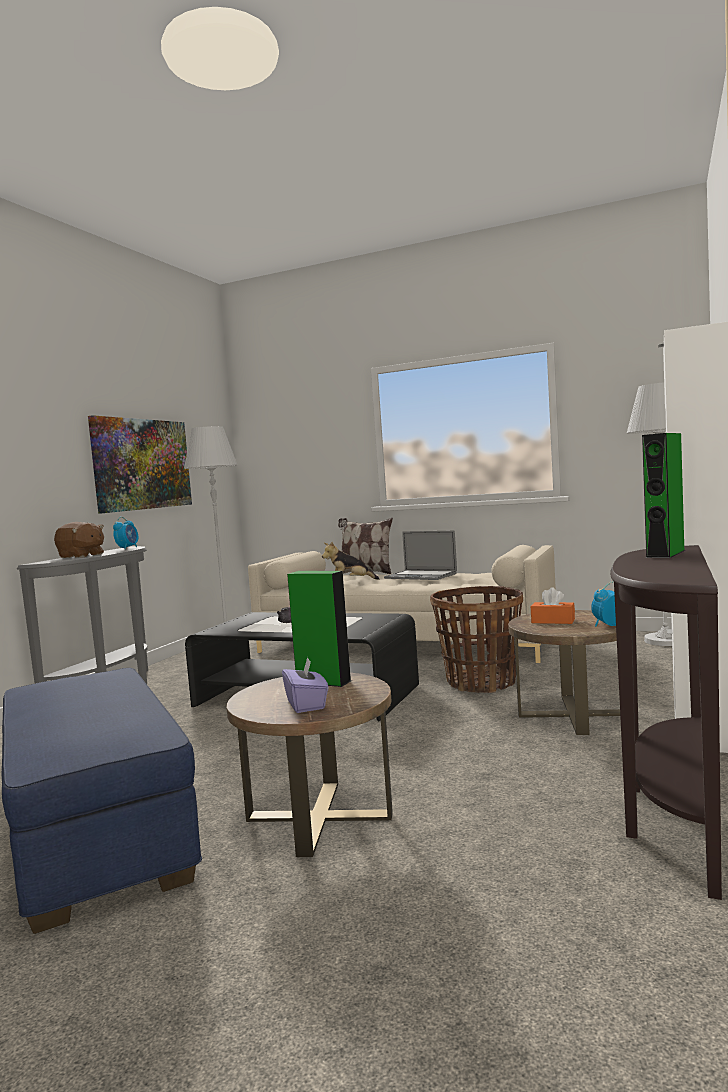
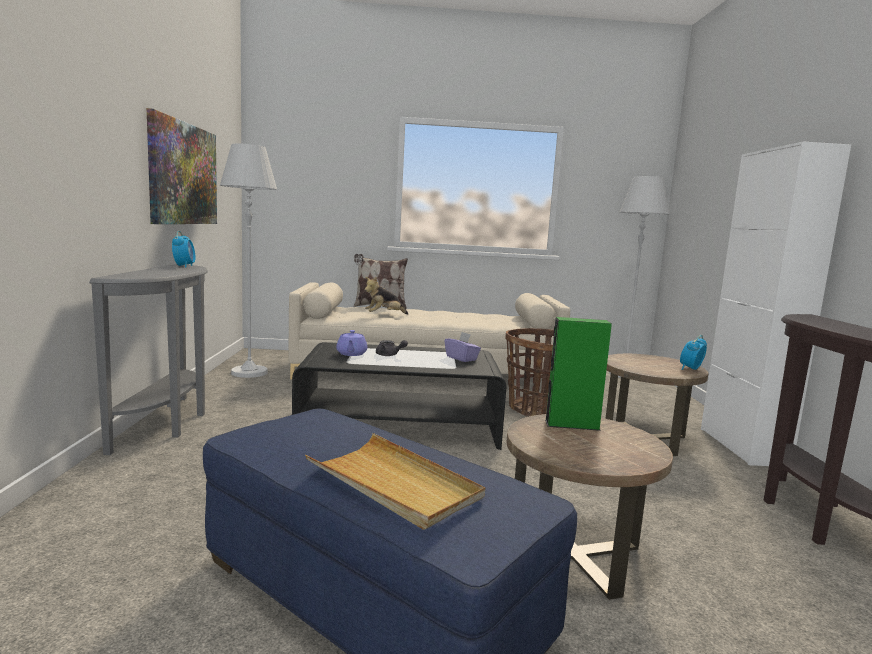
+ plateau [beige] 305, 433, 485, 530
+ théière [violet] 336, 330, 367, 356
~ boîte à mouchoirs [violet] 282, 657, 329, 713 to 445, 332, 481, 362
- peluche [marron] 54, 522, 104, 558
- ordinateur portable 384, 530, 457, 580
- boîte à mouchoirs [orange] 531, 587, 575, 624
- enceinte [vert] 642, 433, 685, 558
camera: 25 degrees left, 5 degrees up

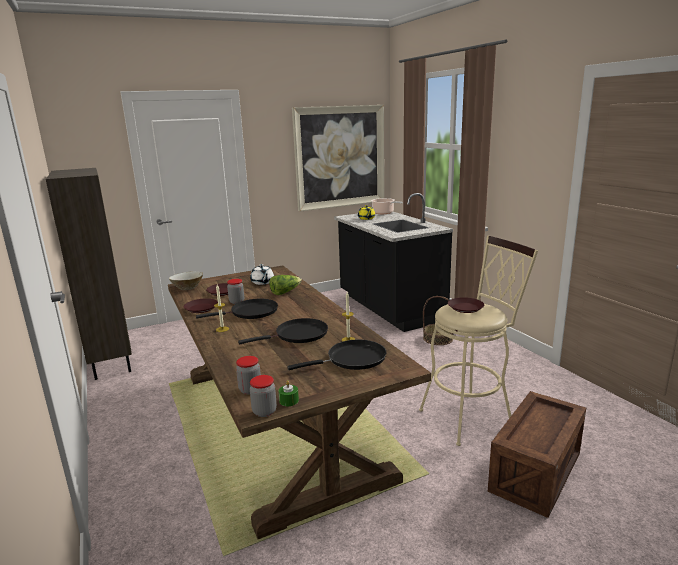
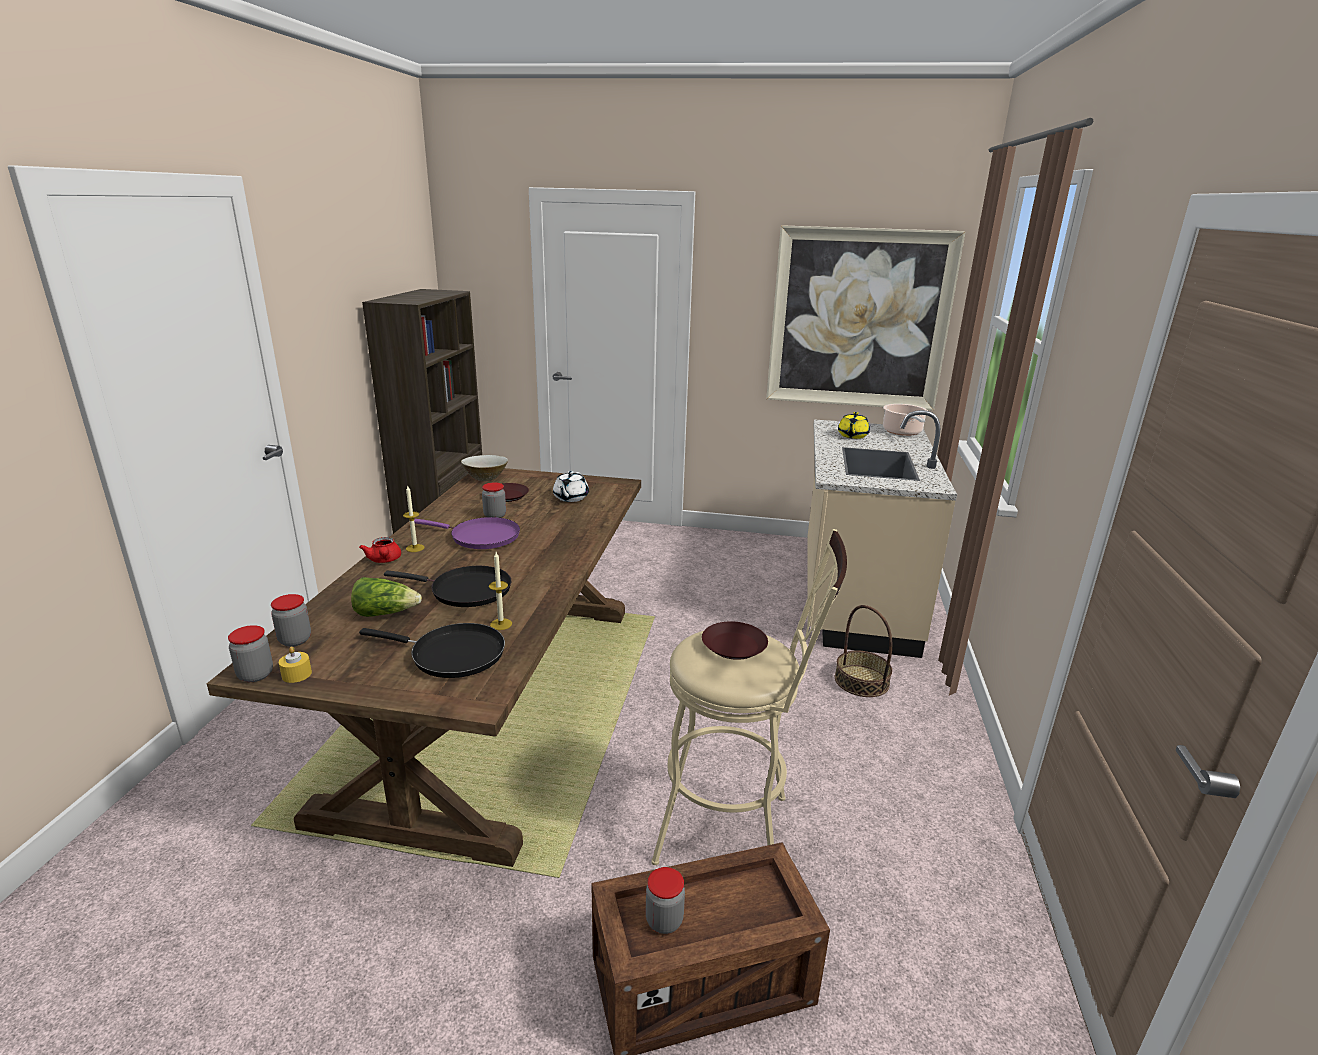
~ bougie [vert] 279, 380, 299, 406 to bougie [jaune] 279, 647, 312, 683
~ laitue 269, 275, 302, 295 to 351, 577, 422, 617
+ théière [rouge] 359, 537, 401, 563
~ poêle [noir] 196, 299, 278, 319 to poêle [violet] 414, 517, 520, 549
+ bocal 646, 867, 685, 934
~ comptoir de cuisine [noir] 334, 193, 453, 332 to comptoir de cuisine [beige] 807, 410, 957, 658
- assiette [marron] 184, 298, 218, 313
camera: 35 degrees right, 5 degrees up

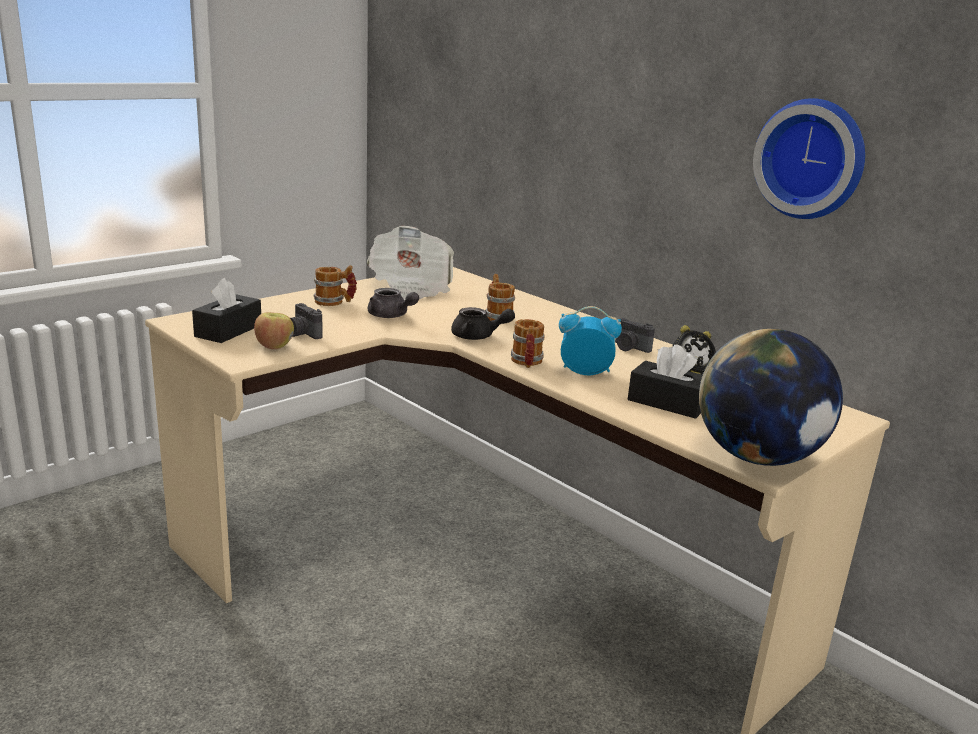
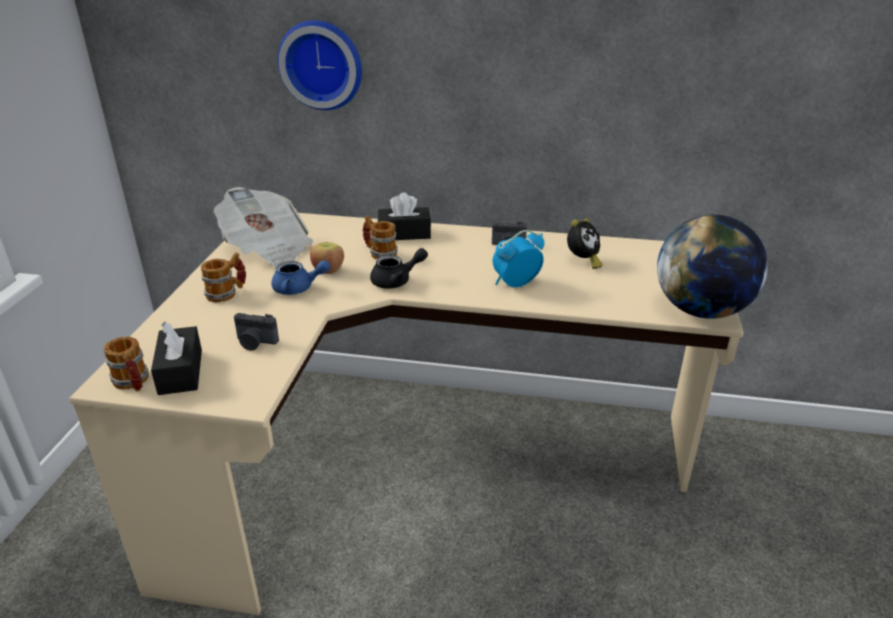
~ mug 511, 319, 544, 368 to 104, 336, 149, 391
~ théière [gris] 368, 288, 419, 318 to théière [bleu] 271, 260, 331, 295
~ horloge murale 753, 98, 865, 219 to 278, 20, 362, 110
~ pomme 254, 312, 294, 349 to 310, 242, 344, 274
~ boîte à mouchoirs [noir] 628, 345, 702, 419 to 378, 193, 431, 240
camera: 35 degrees left, 10 degrees up

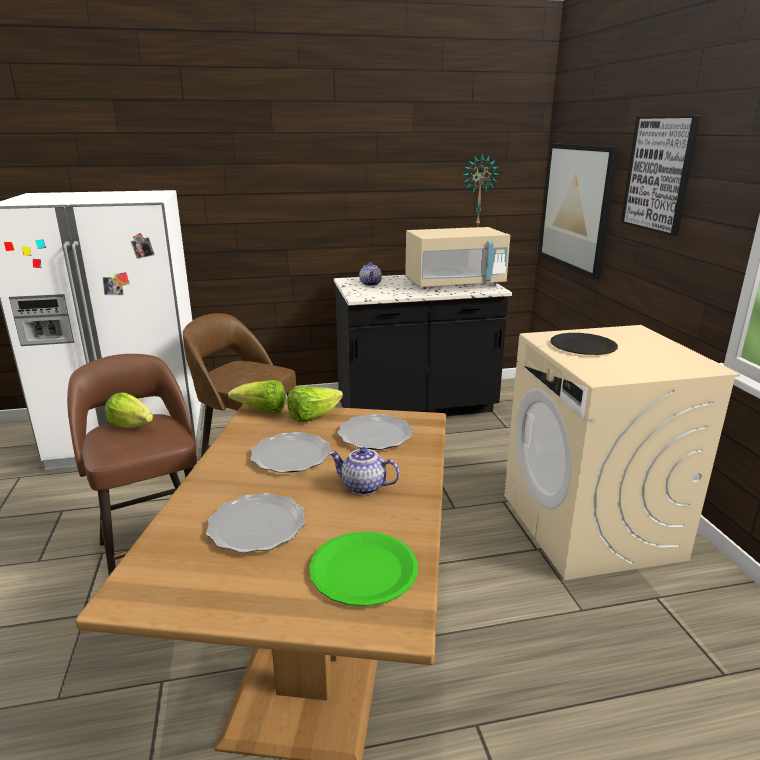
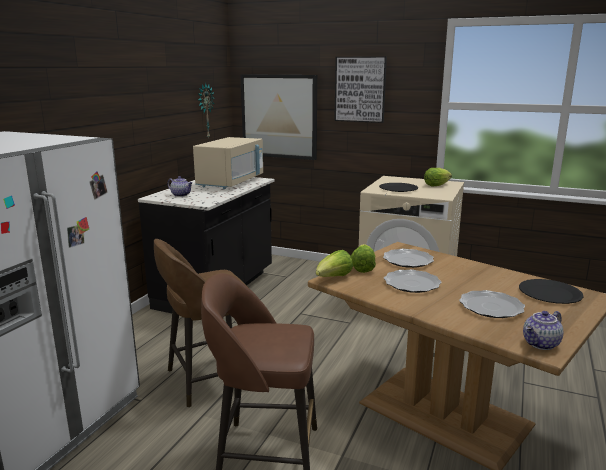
~ laitue 105, 392, 153, 428 to 424, 168, 452, 186
~ assiette [vert] 309, 532, 418, 606 to assiette [noir] 519, 279, 584, 304
~ théière 329, 447, 400, 495 to 523, 311, 563, 350
camera: 55 degrees left, 5 degrees down

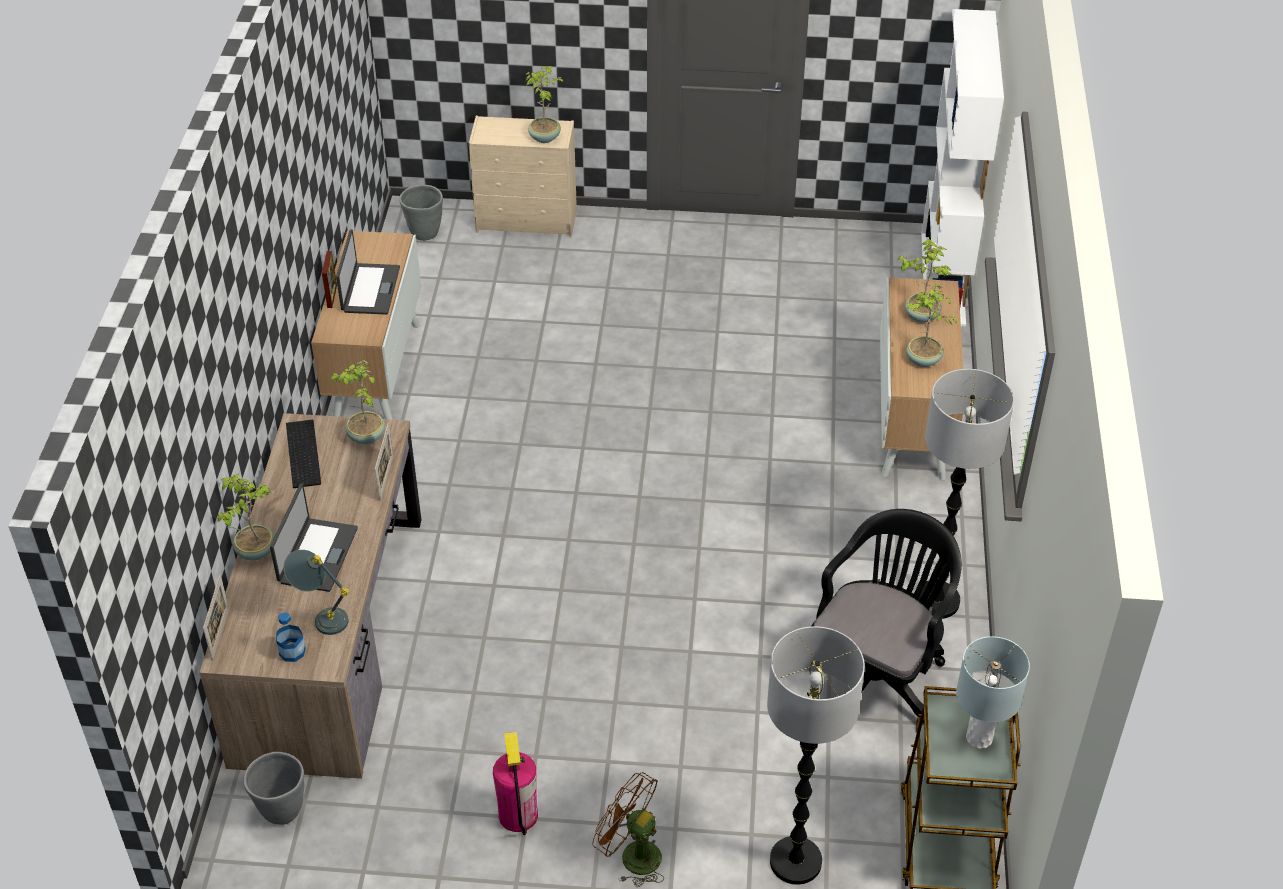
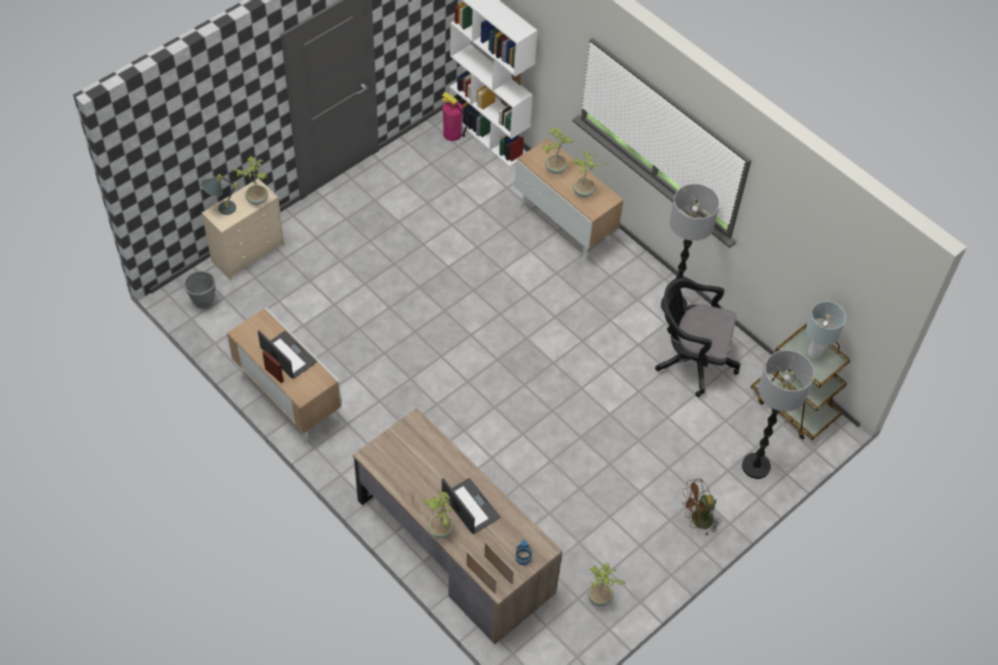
~ lampe de table [gris] 283, 550, 349, 635 to 201, 174, 238, 215
~ extincteur 493, 732, 538, 835 to 441, 92, 468, 141
~ cadre photo 375, 424, 393, 501 to 484, 542, 514, 585
~ plante en pot 331, 360, 385, 444 to 588, 564, 626, 606
~ chaise de bureau [noir] 811, 509, 962, 723 = 655, 277, 740, 397 60 degrees counterclockwise
- cache-pot [gris] 244, 752, 304, 825
- clavier 286, 420, 321, 488
camera: 50 degrees left, 10 degrees up

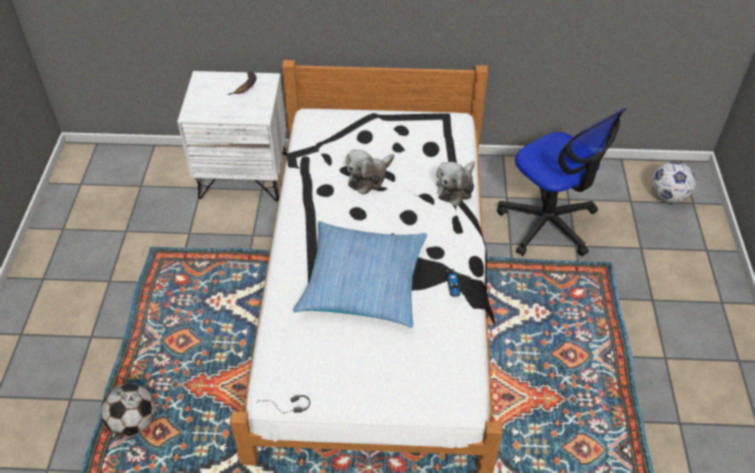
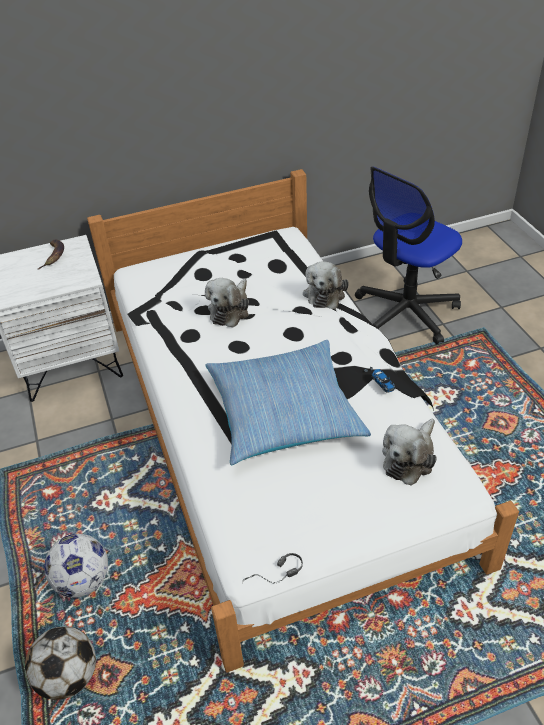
~ ballon de foot 652, 162, 696, 203 to 44, 534, 108, 598
~ chaise de bureau 497, 108, 627, 256 = 355, 166, 462, 344 105 degrees clockwise
+ peluche 382, 419, 437, 486
camera: 20 degrees left, 5 degrees down

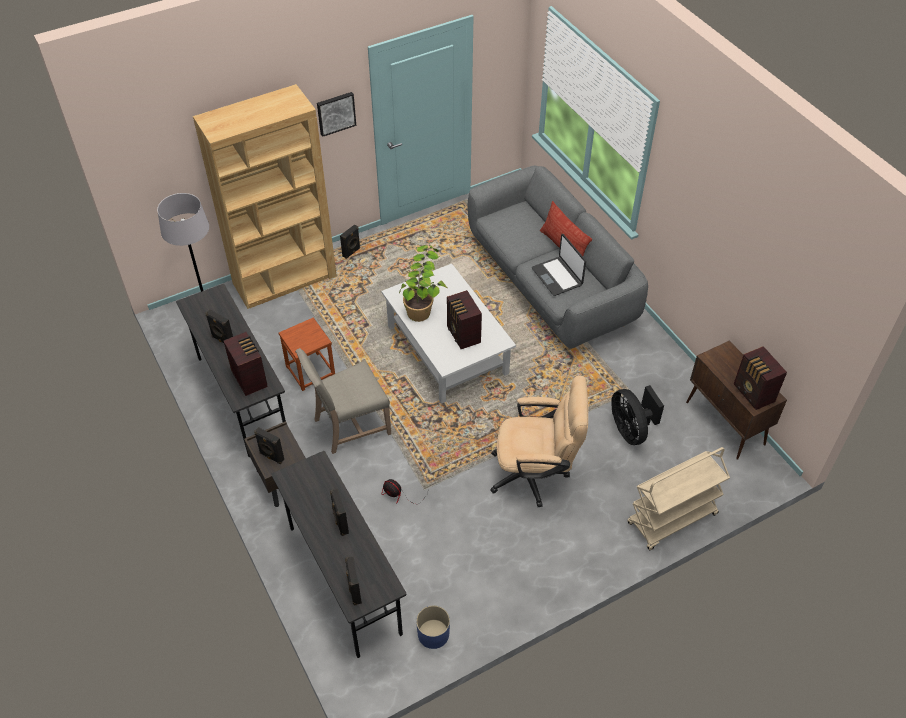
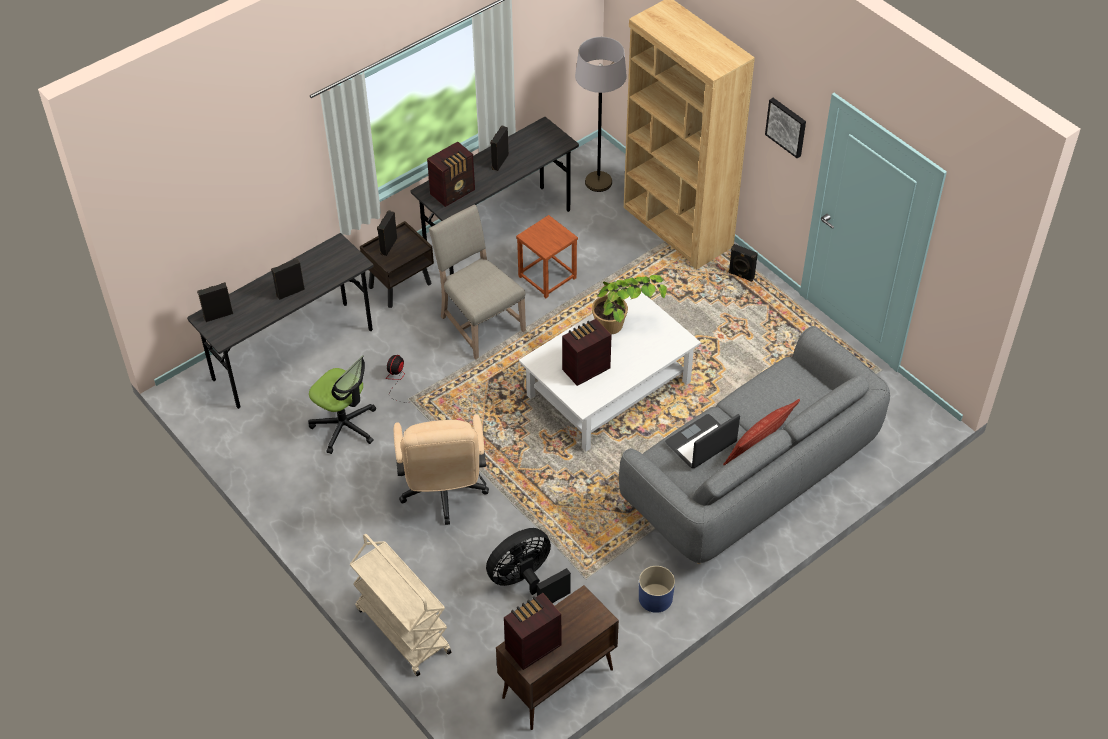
+ chaise de bureau 308, 355, 376, 454
~ cache-pot [bleu] 416, 605, 450, 649 to 639, 566, 675, 613
camera: 80 degrees right, 0 degrees up

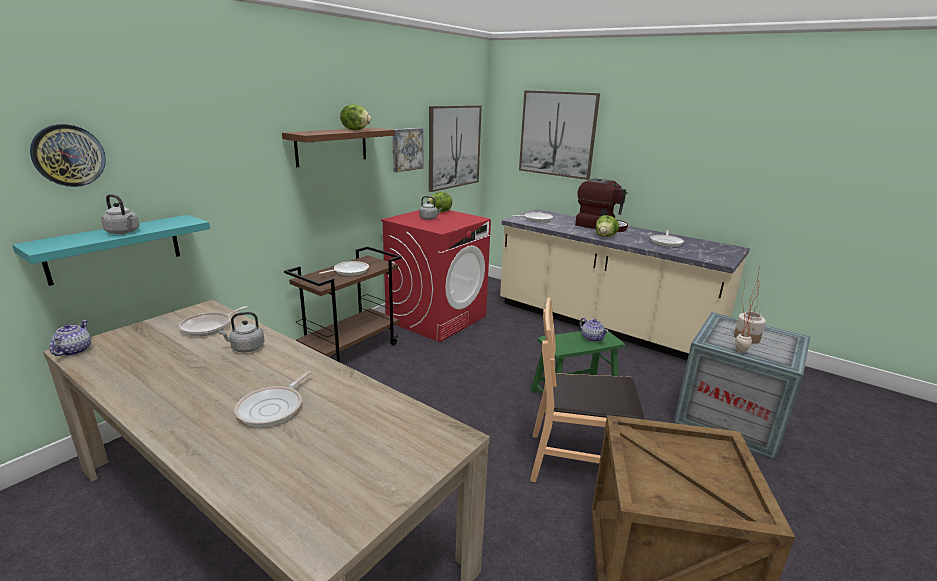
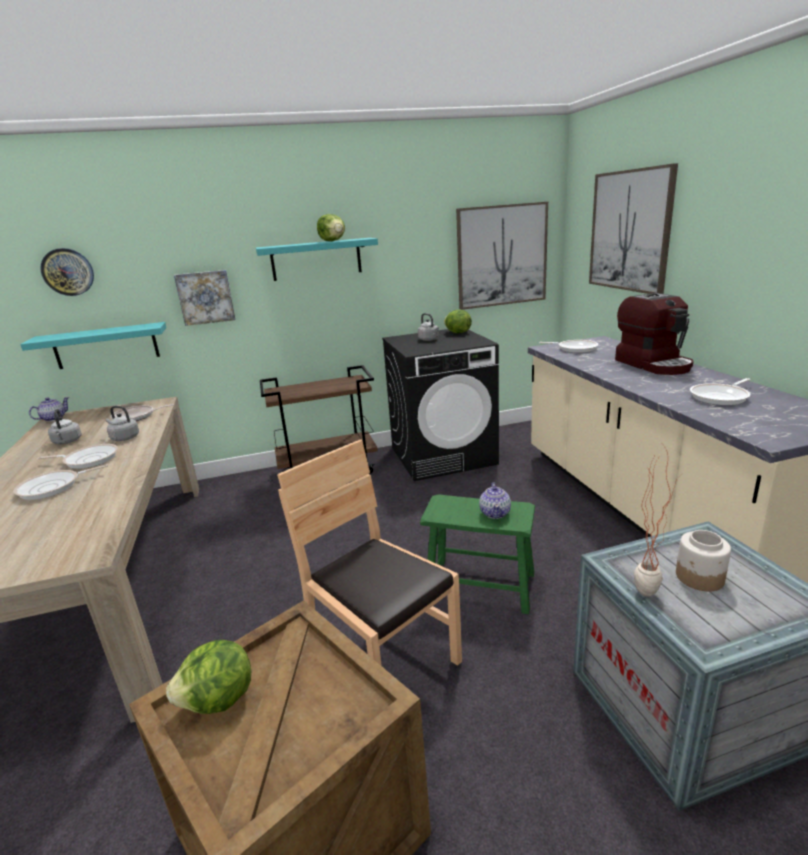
~ poêle 319, 261, 369, 276 to 37, 444, 118, 469
~ bouilloire [gris] 101, 194, 140, 234 to 48, 409, 82, 444
~ laitue 595, 215, 619, 237 to 166, 640, 251, 714
~ tableau 392, 128, 424, 172 to 174, 270, 235, 326
~ étagère [marron] 282, 127, 395, 167 to étagère [turquoise] 256, 238, 378, 281
~ lave-linge [rouge] 381, 210, 491, 342 to lave-linge [noir] 382, 329, 499, 481
camera: 40 degrees right, 0 degrees up

